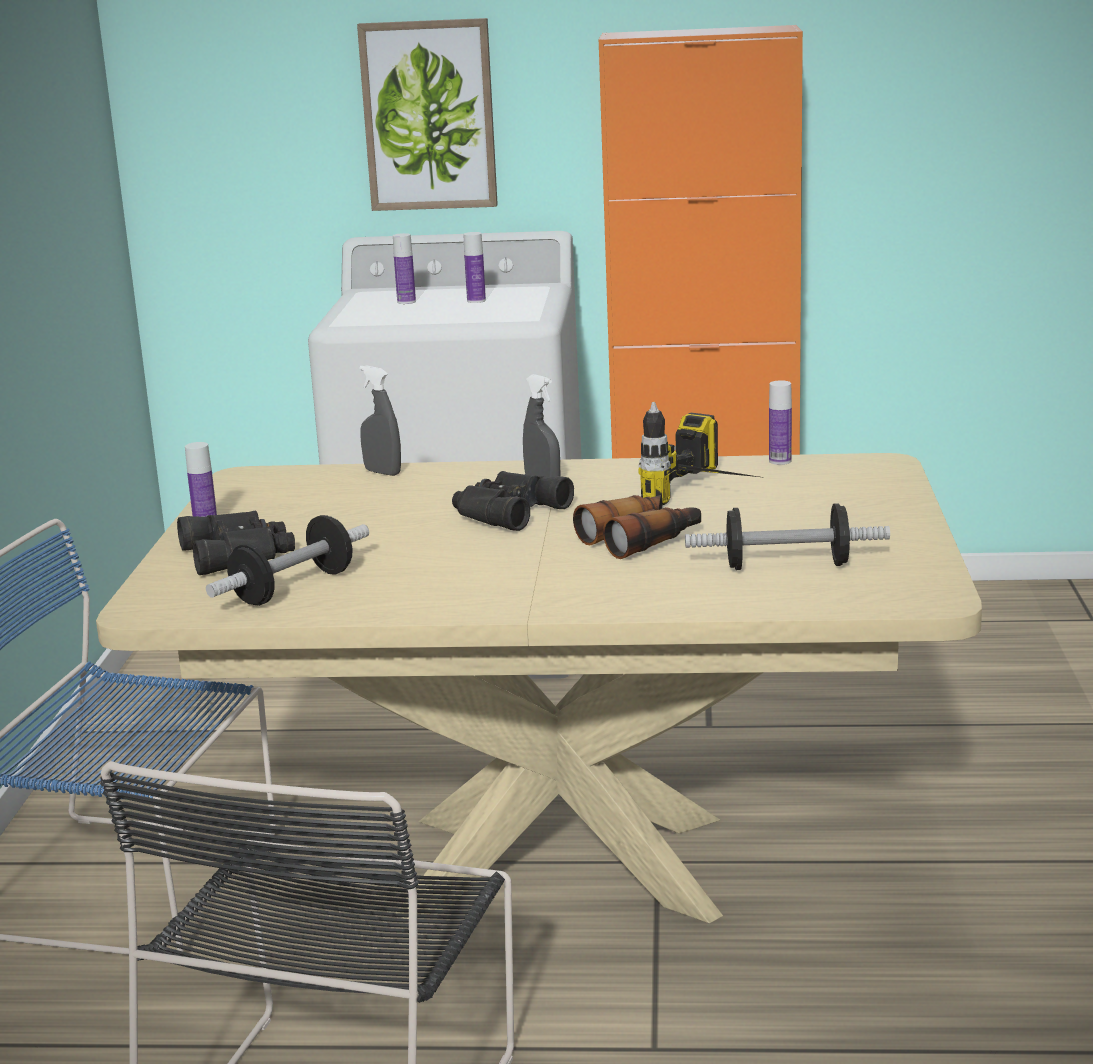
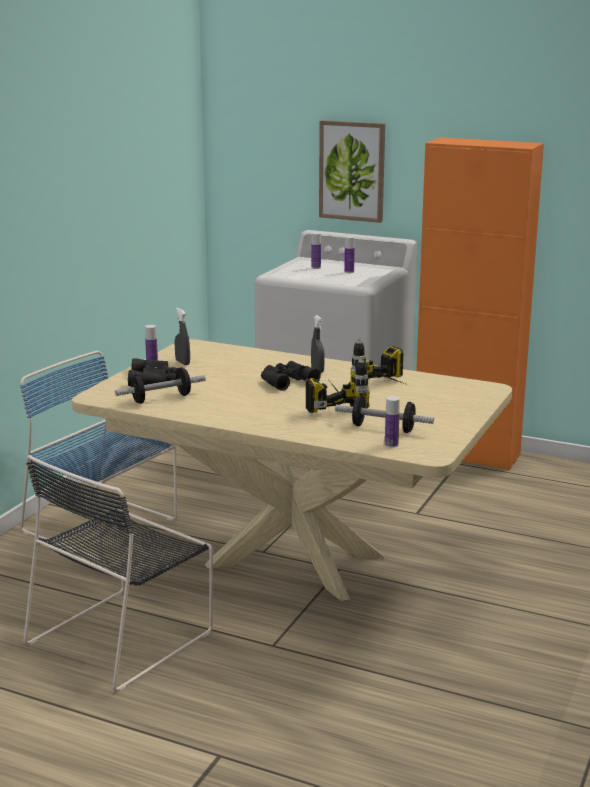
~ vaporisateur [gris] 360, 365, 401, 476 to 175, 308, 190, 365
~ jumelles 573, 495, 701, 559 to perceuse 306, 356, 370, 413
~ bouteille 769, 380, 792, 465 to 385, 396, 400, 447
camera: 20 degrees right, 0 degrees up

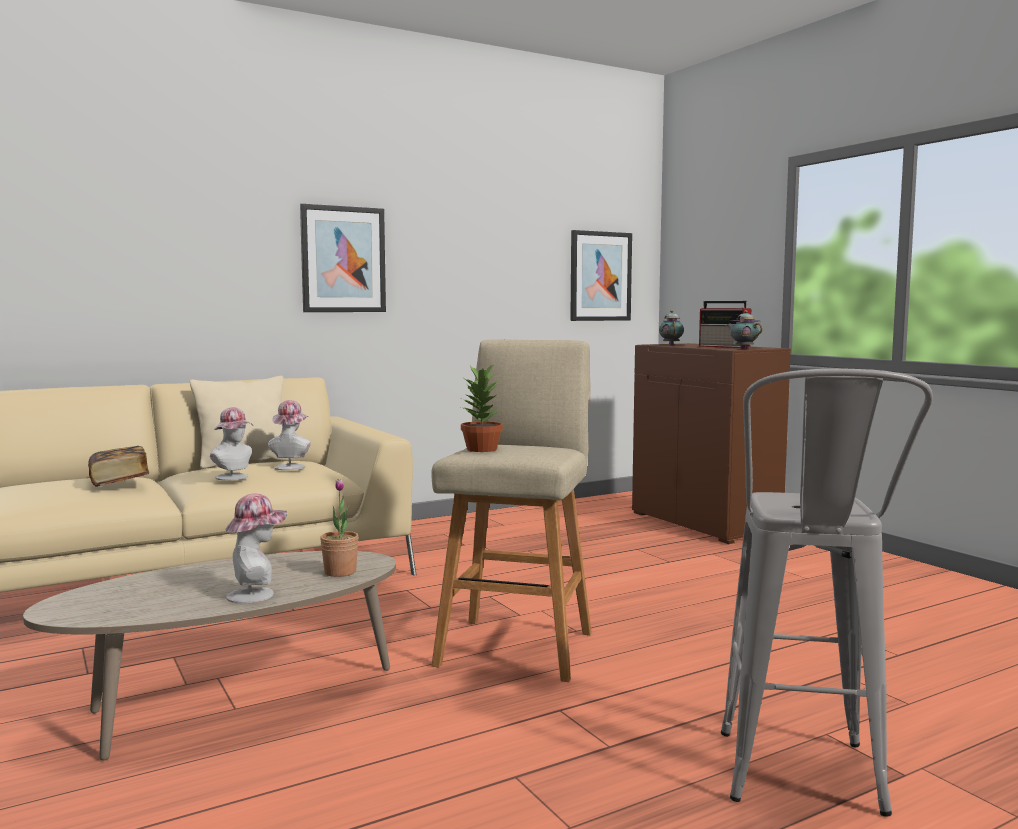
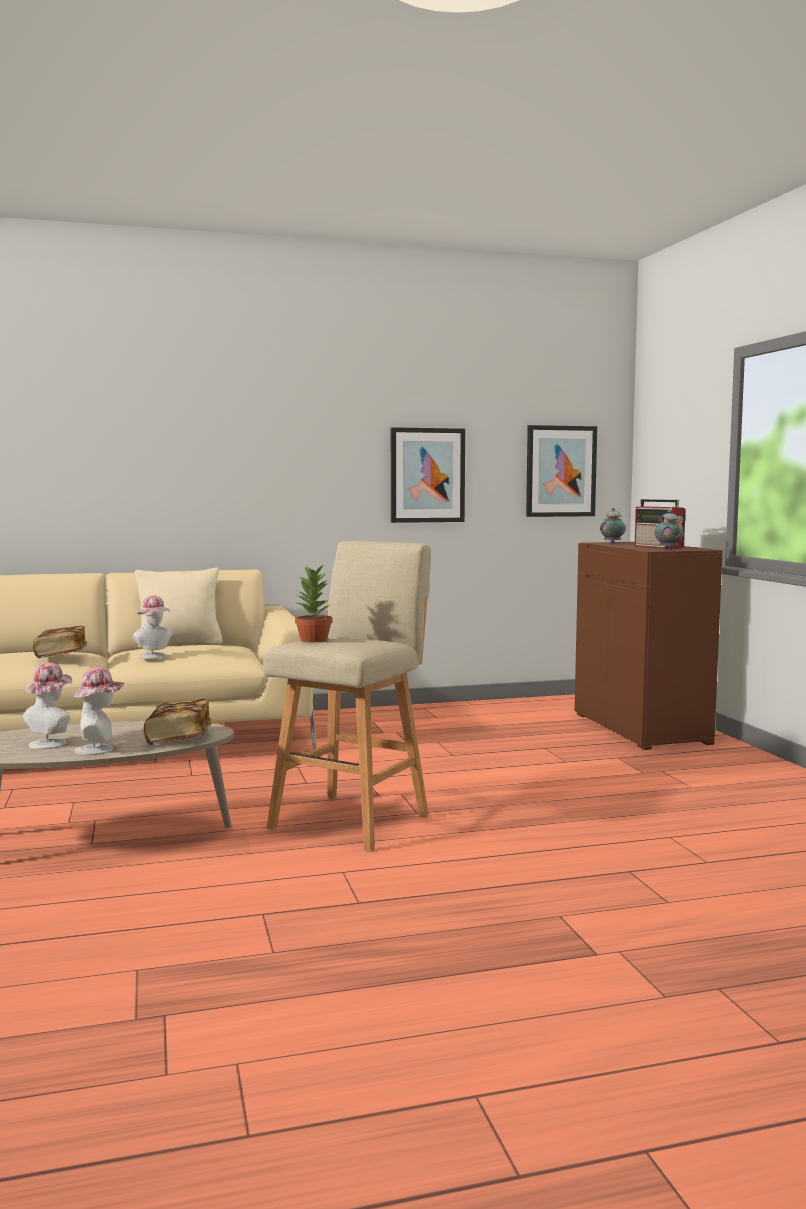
~ chapeau 268, 400, 311, 470 to 23, 662, 72, 749
~ plante en pot 320, 480, 359, 577 to livre 144, 699, 212, 745
~ tableau 300, 204, 386, 312 to 391, 427, 465, 523
- tabouret [gris] 721, 369, 933, 817
camera: 15 degrees right, 0 degrees up

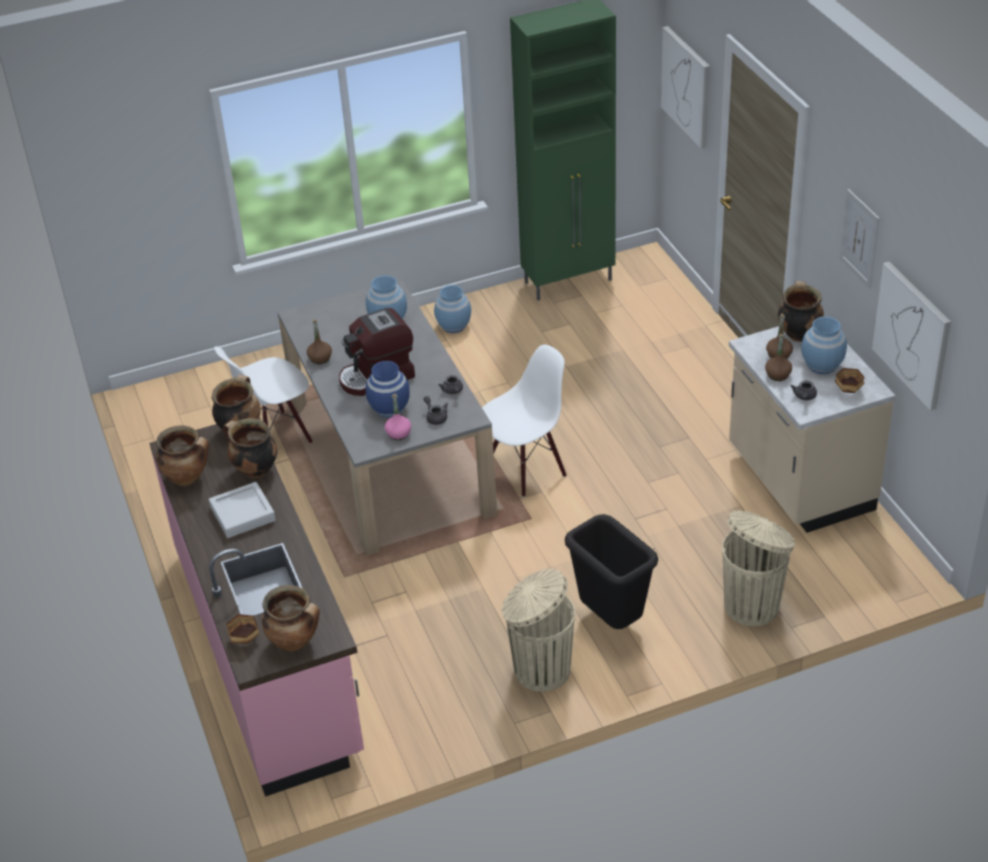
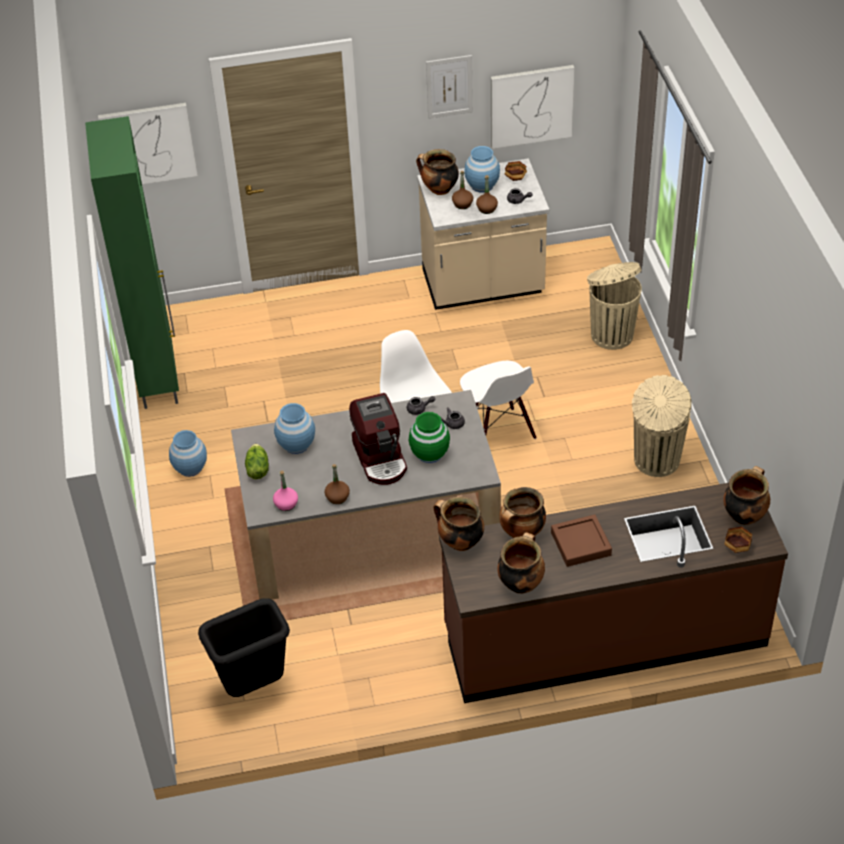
~ poubelle [noir] 565, 514, 658, 629 to 198, 598, 290, 697
+ laitue 245, 444, 269, 479
~ bouteille [rose] 385, 394, 411, 440 to 273, 471, 298, 511
~ vase [bleu] 366, 361, 410, 417 to vase [vert] 409, 412, 450, 463
~ comptoir de cuisine [rose] 150, 424, 364, 797 to comptoir de cuisine [marron] 439, 483, 788, 703
~ chaise [blanc] 214, 346, 313, 443 to 460, 361, 537, 439
~ plateau [gris] 209, 482, 276, 538 to plateau [marron] 551, 515, 612, 567
camera: 80 degrees left, 5 degrees up

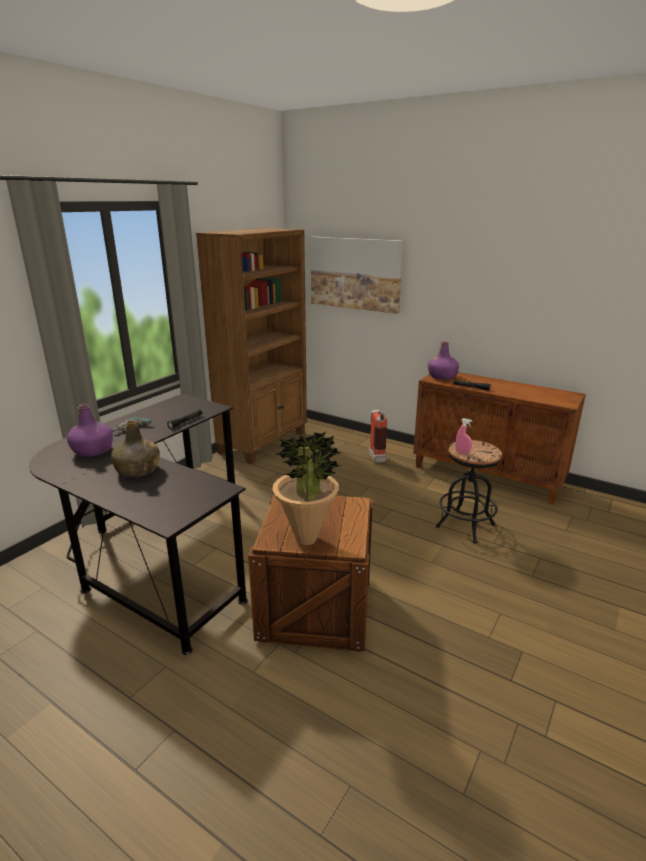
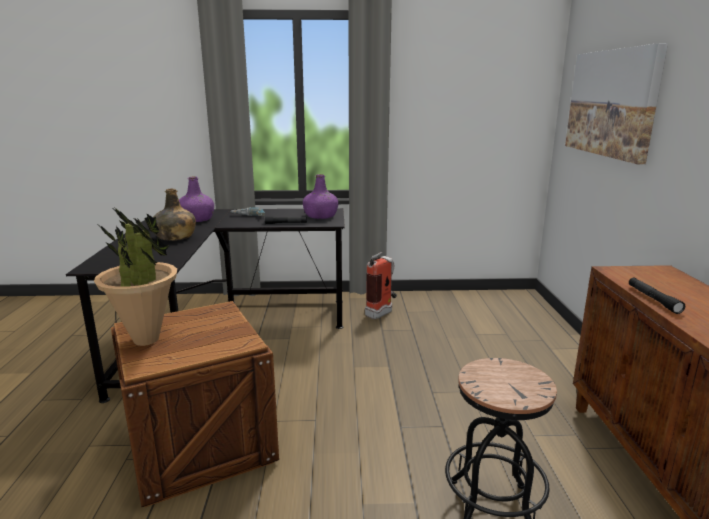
~ bouteille [violet] 428, 341, 459, 380 to 303, 174, 338, 219
~ extincteur 369, 407, 387, 463 to 365, 252, 397, 319
- bibliothèque [marron] 196, 228, 307, 464
- vaporisateur [rose] 455, 418, 473, 454
camera: 55 degrees right, 5 degrees down

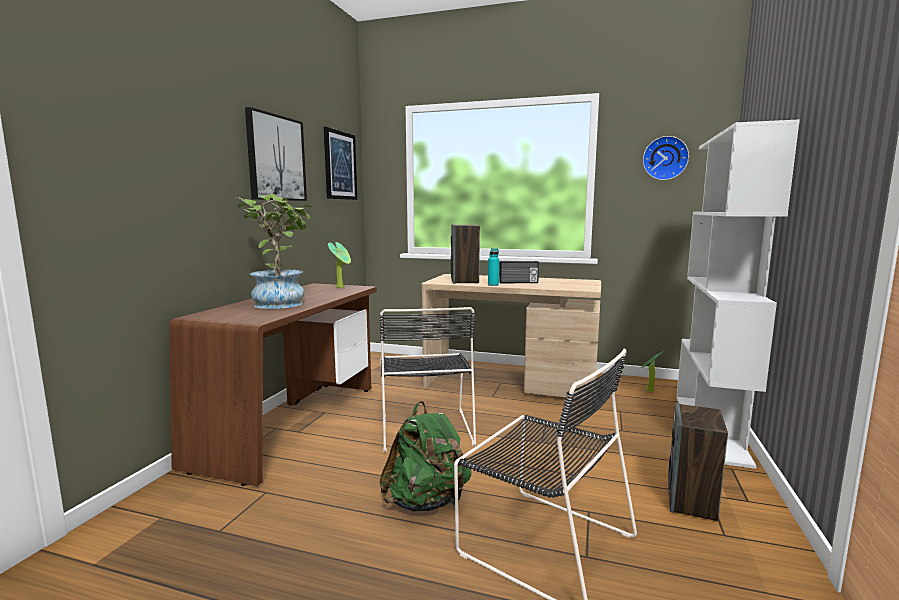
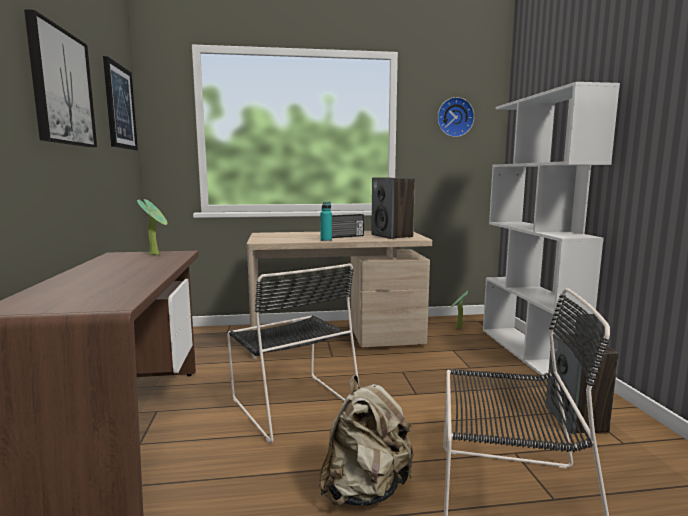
~ sac à dos [vert] 379, 401, 471, 512 to sac à dos [beige] 318, 375, 414, 506
~ enceinte 451, 224, 480, 284 to 371, 177, 415, 239
- plante en pot 237, 194, 312, 309
camera: 25 degrees left, 0 degrees up

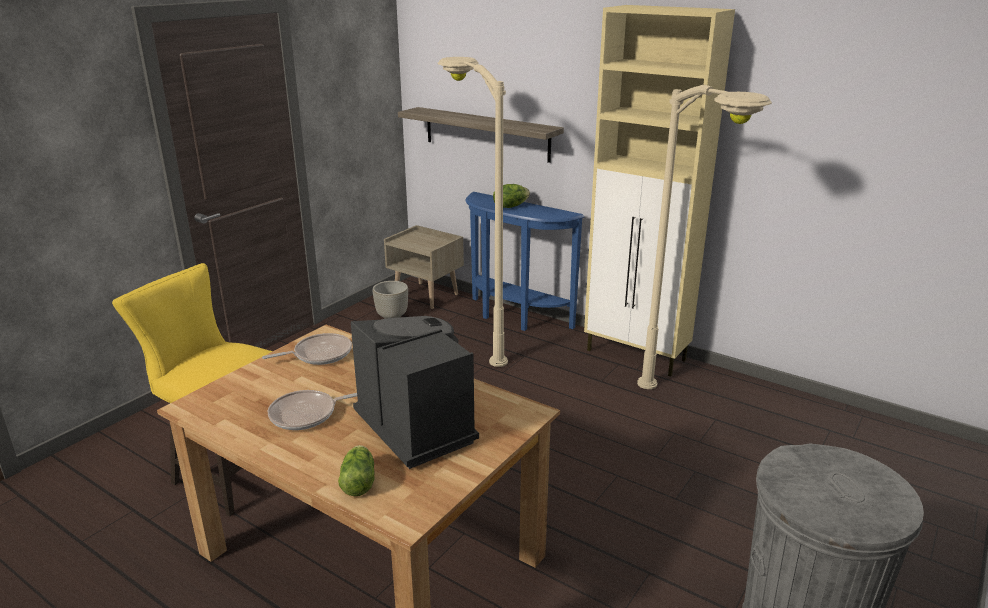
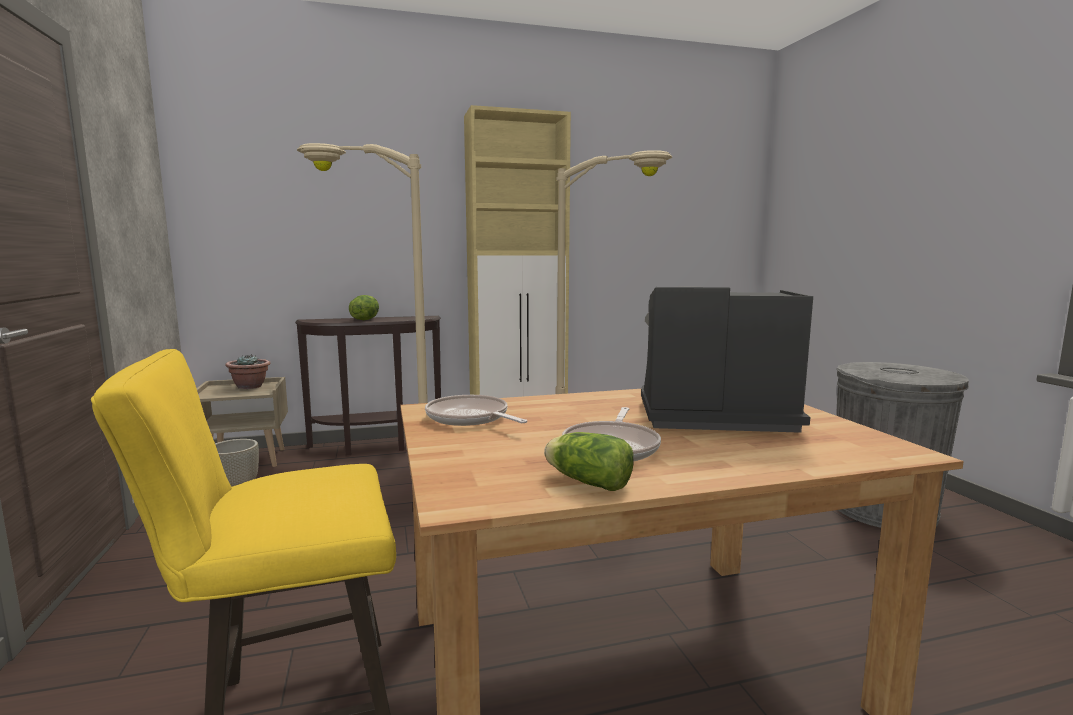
+ plante en pot 225, 355, 270, 389
~ table console [bleu] 465, 192, 584, 331 to table console [marron] 295, 316, 441, 455
~ poêle 262, 333, 352, 365 = 425, 395, 528, 426 60 degrees counterclockwise
~ laitue 338, 445, 374, 496 to 544, 432, 634, 491
- étagère 398, 107, 564, 163
camera: 50 degrees left, 15 degrees down

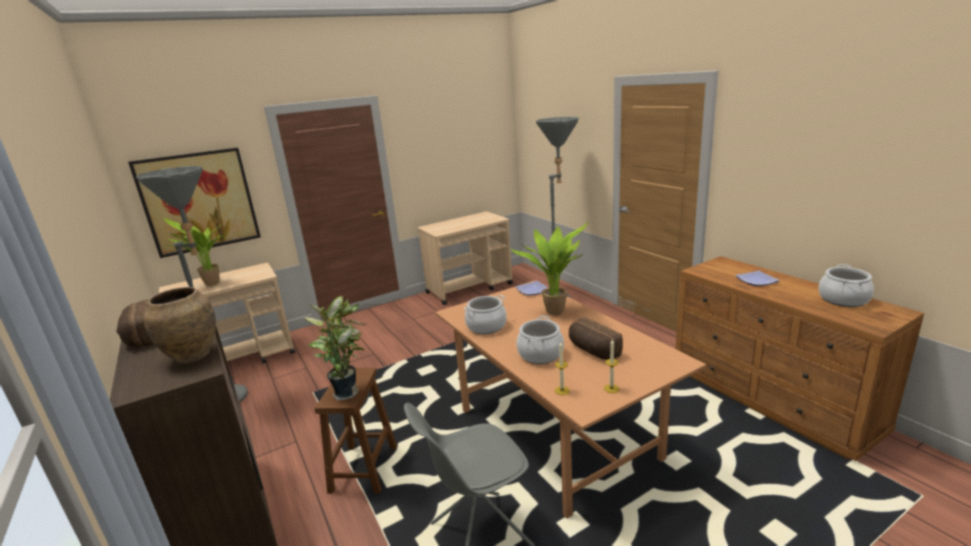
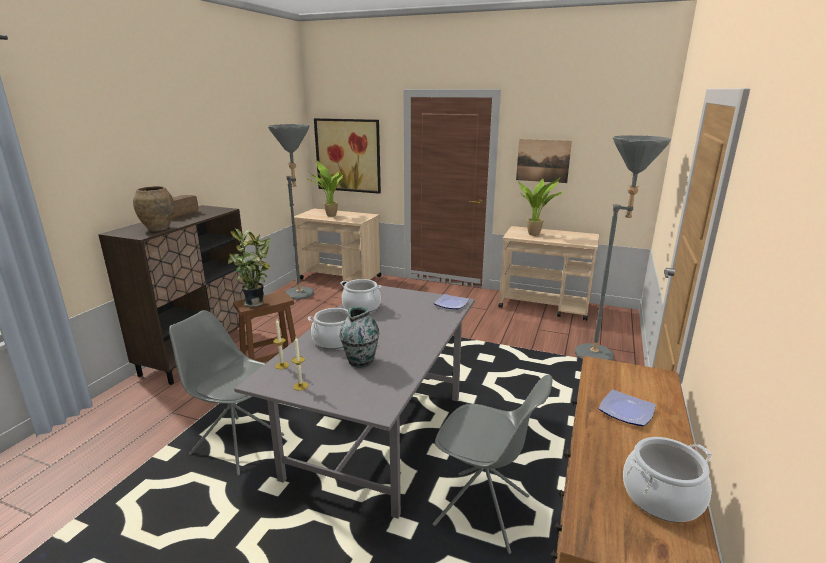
~ table à manger [marron] 435, 281, 706, 519 to table à manger [gris] 234, 286, 475, 519
~ pain 569, 317, 623, 360 to vase 340, 307, 380, 368
+ chaise [gris] 433, 375, 553, 554
+ tableau 516, 139, 572, 183
~ plante en pot 511, 221, 589, 316 to 518, 177, 564, 236
camera: 50 degrees right, 0 degrees up

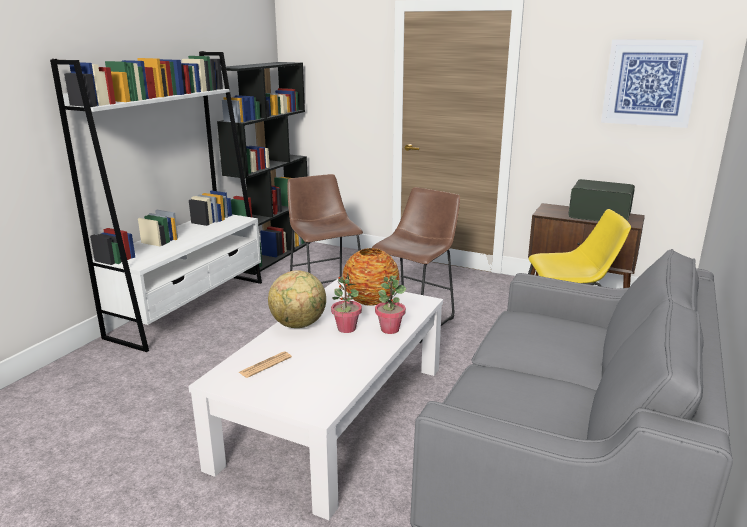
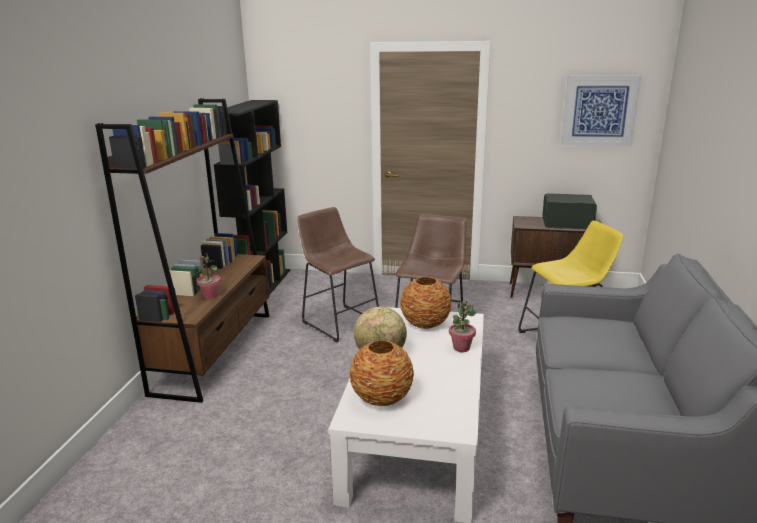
~ bibliothèque [blanc] 50, 51, 262, 352 to bibliothèque [marron] 95, 98, 270, 403
~ plante en pot 331, 273, 362, 333 to 197, 253, 221, 299
~ journal 238, 352, 292, 378 to vase 349, 341, 414, 406
camera: 15 degrees left, 0 degrees up

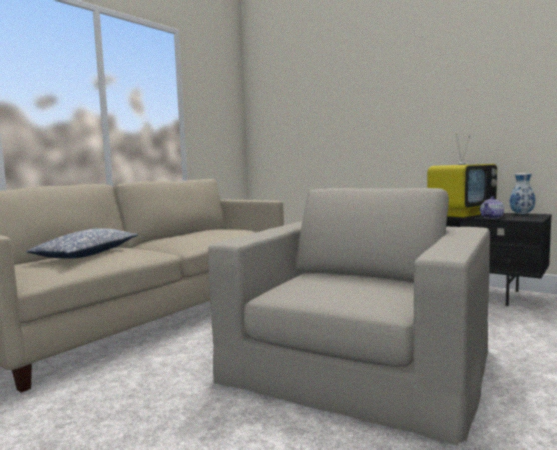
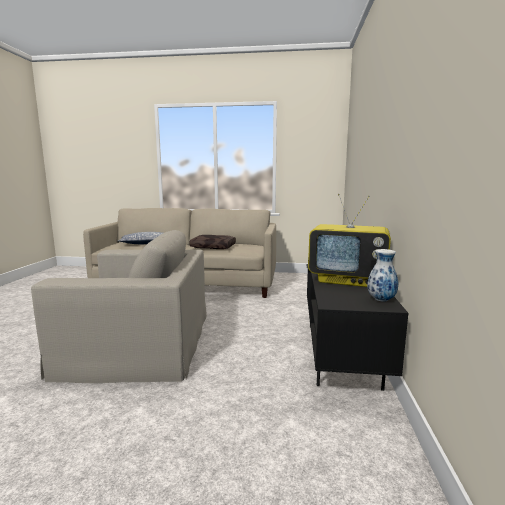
+ coussin [marron] 190, 235, 236, 249
- théière 480, 197, 504, 219
camera: 60 degrees right, 5 degrees up

